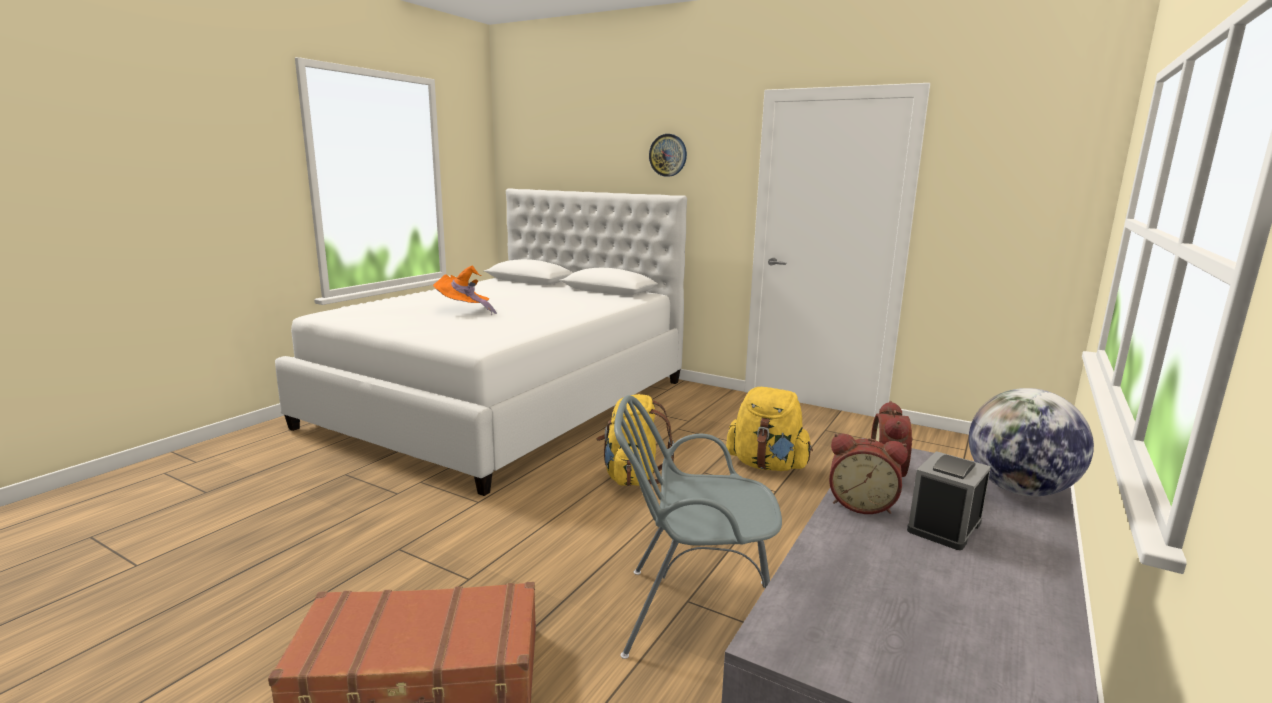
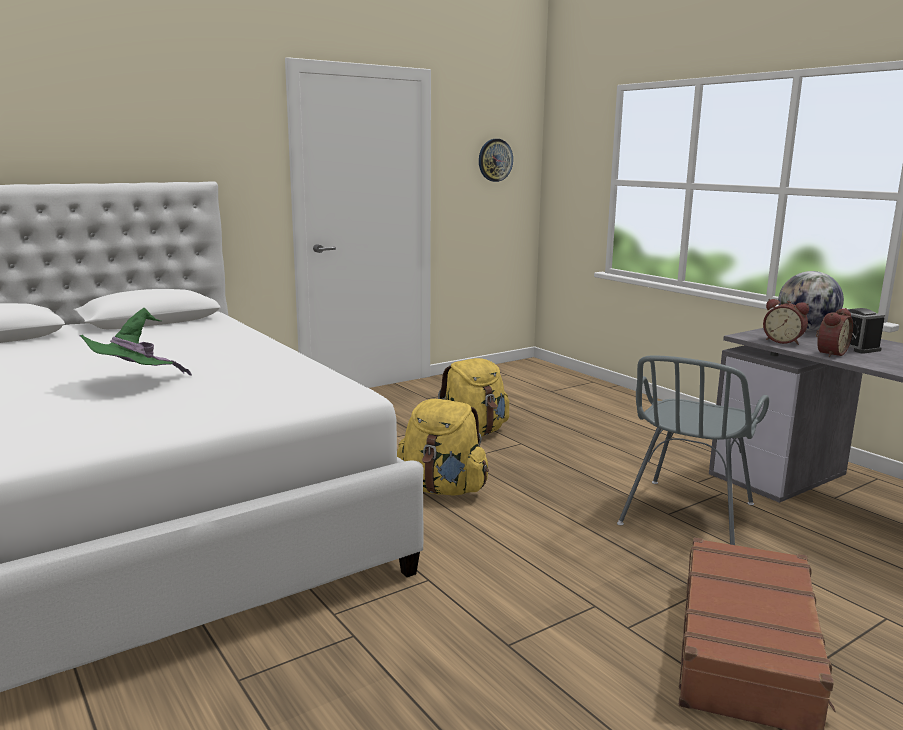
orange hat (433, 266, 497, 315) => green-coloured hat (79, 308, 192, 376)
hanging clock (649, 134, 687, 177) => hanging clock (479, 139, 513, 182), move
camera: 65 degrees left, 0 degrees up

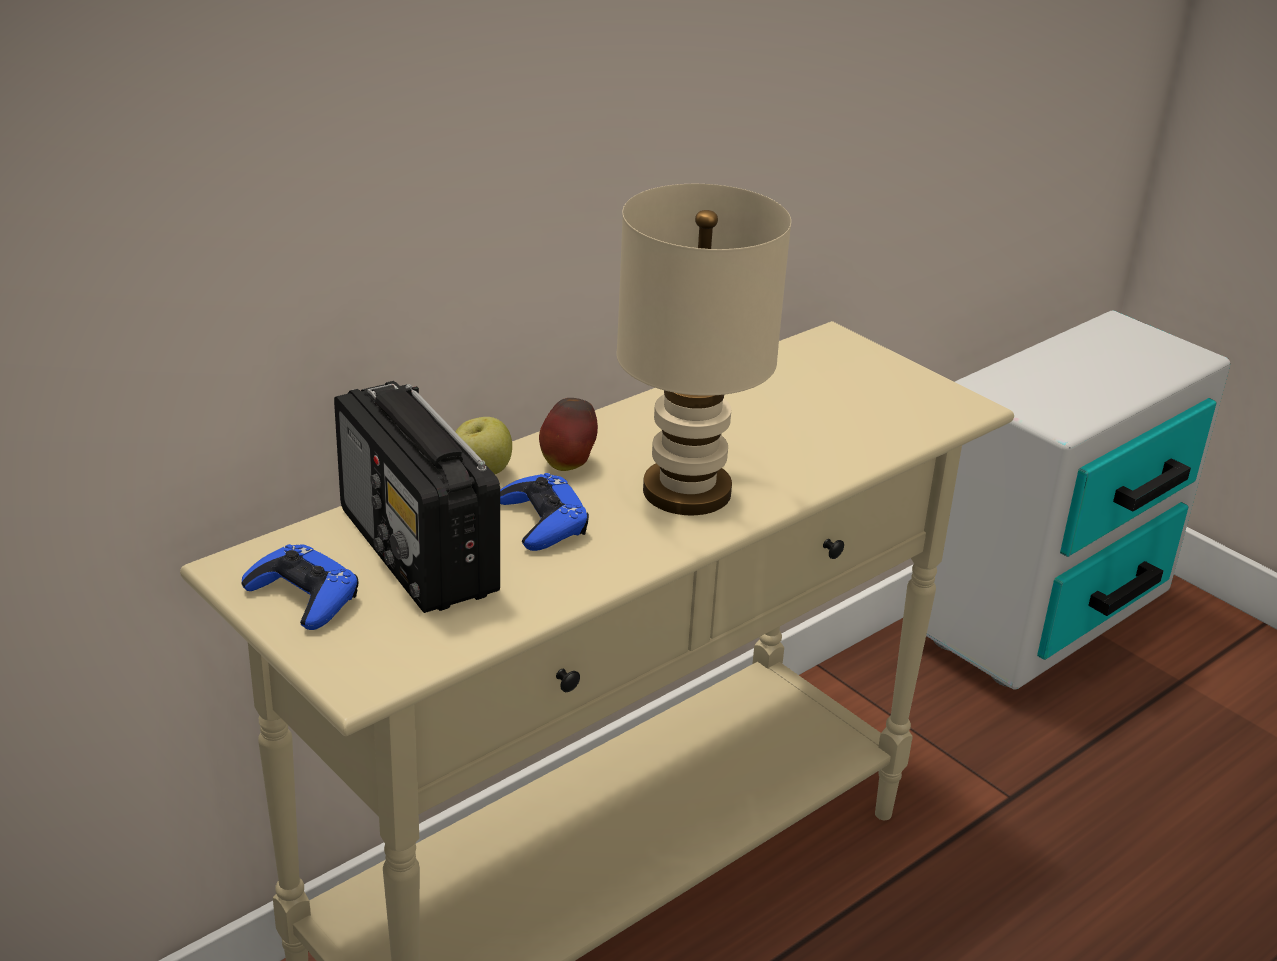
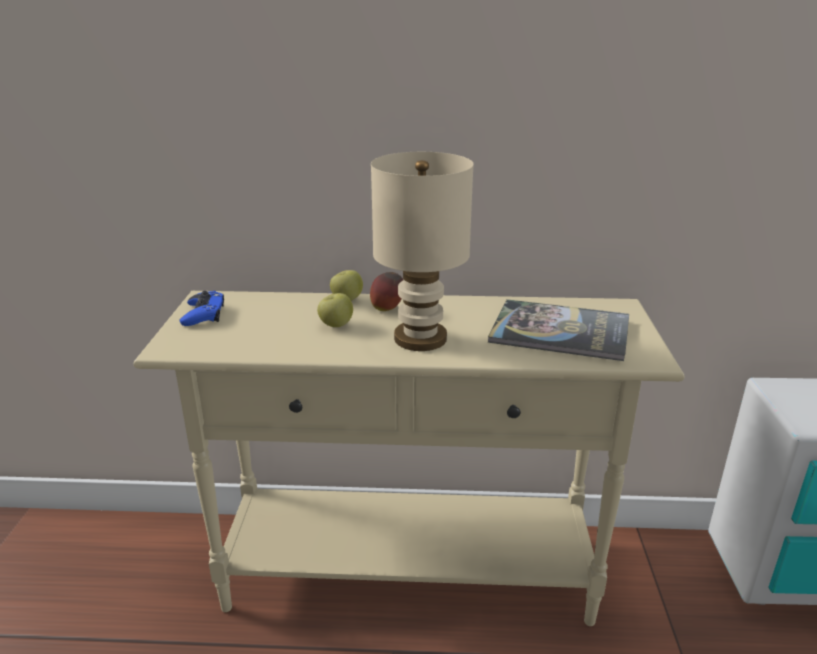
bluish game controller (500, 473, 589, 551) => apple (317, 293, 353, 327)
nothing => volume (488, 299, 629, 361)
radio receiver (334, 381, 500, 613) => nothing
camera: 45 degrees right, 5 degrees down

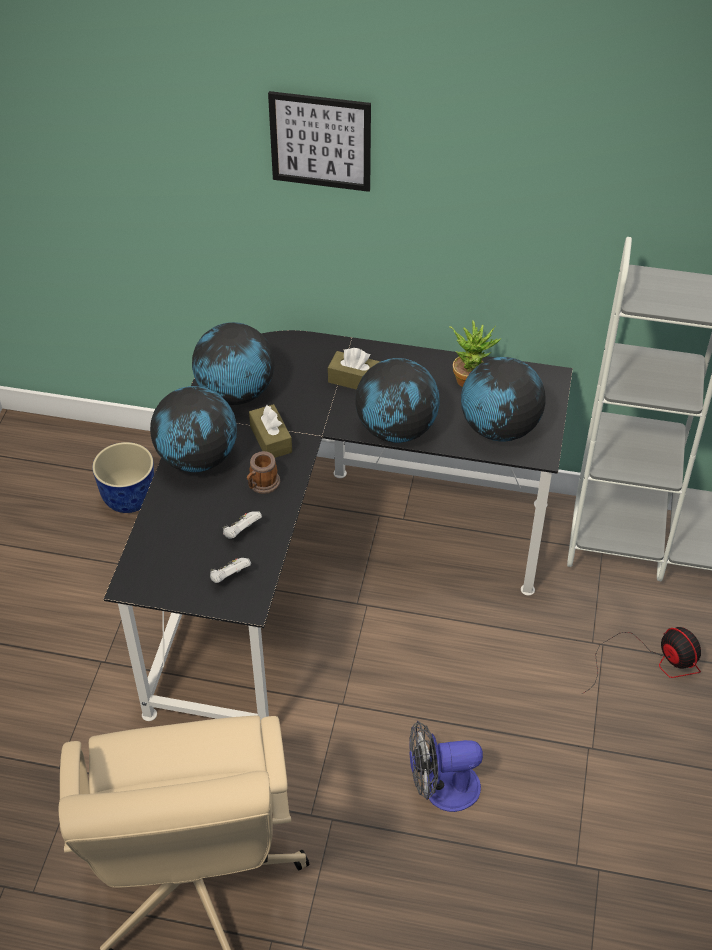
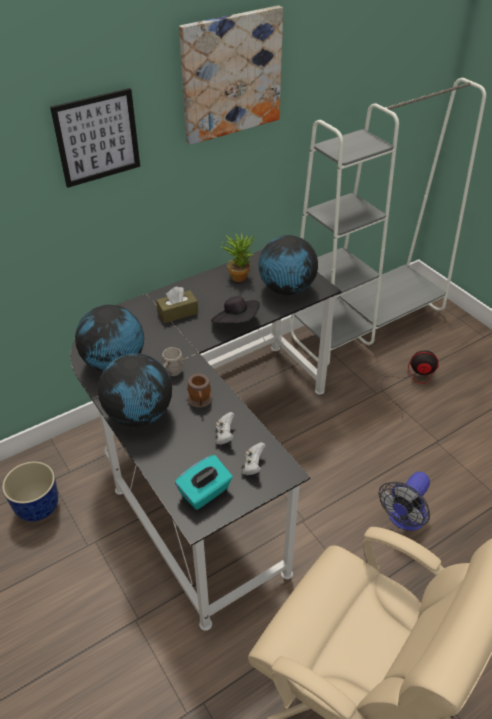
brown-coloured box of tissues (249, 404, 292, 458) => greyish coffee mug (162, 347, 183, 376)
nothing => turquoise box of tissues (175, 455, 233, 510)
nothing => wall picture (179, 6, 283, 145)
globe (355, 358, 440, 443) => black hat (211, 296, 260, 323)
camera: 45 degrees left, 5 degrees down

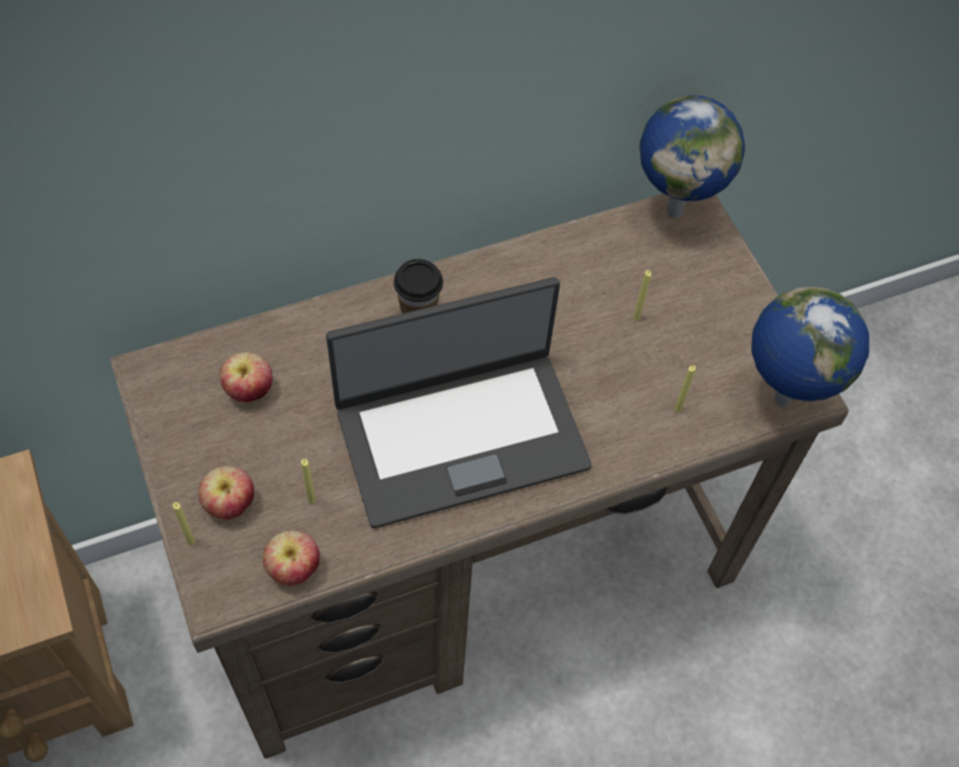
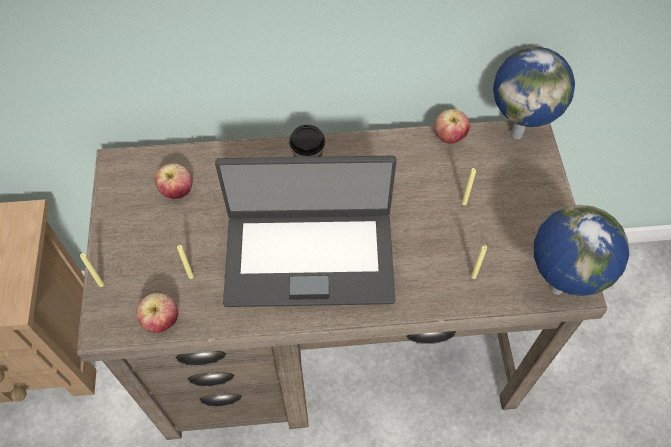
apple (198, 466, 254, 519) => apple (434, 109, 470, 144), move
camera: 20 degrees right, 0 degrees up

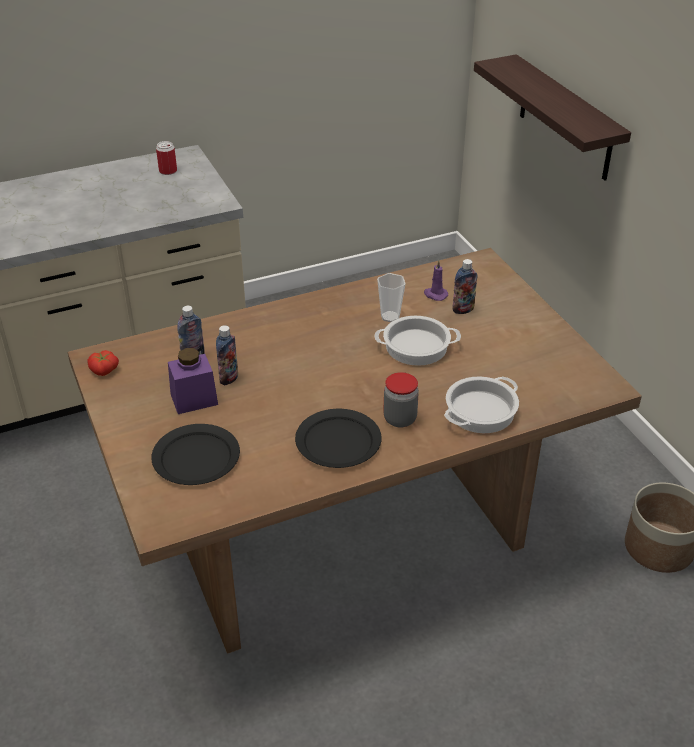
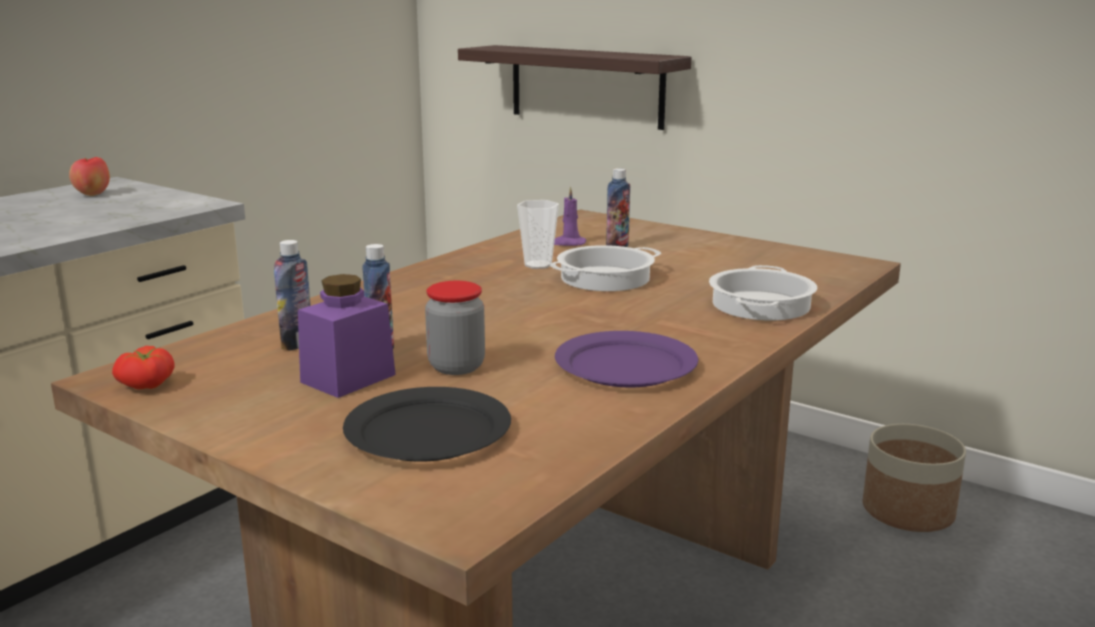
sealed can (156, 141, 177, 175) => apple (69, 157, 110, 196)
storage jar (383, 372, 419, 428) => storage jar (425, 281, 485, 375), move
black flat dish (295, 409, 382, 468) => purplish flat dish (555, 331, 698, 387)
camera: 30 degrees left, 20 degrees down

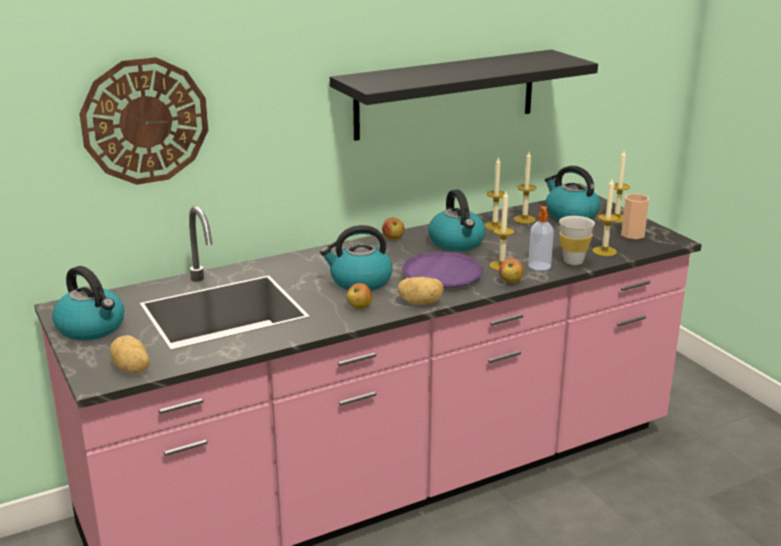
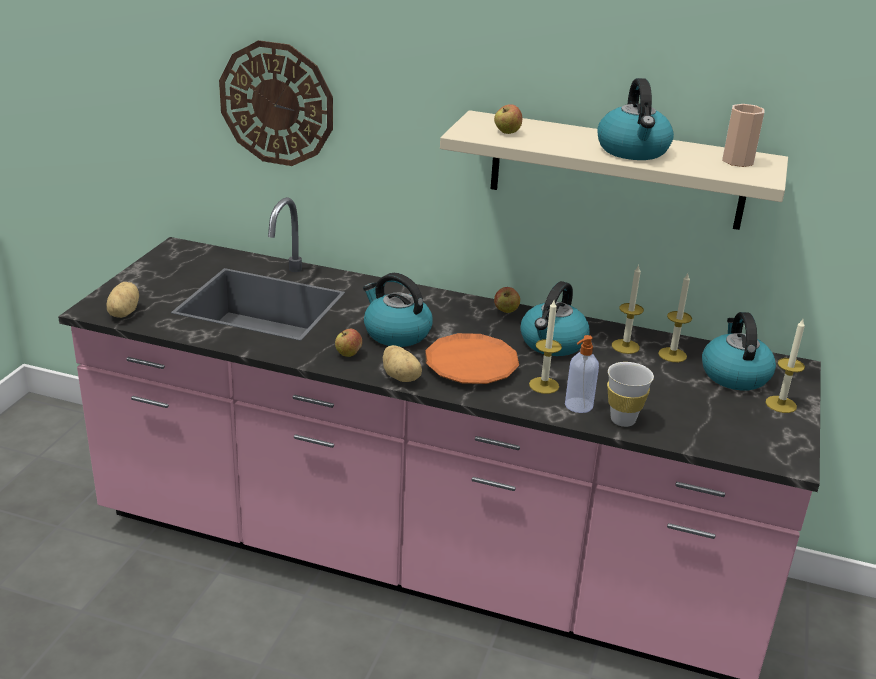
purplish flat dish (402, 251, 484, 288) => orange flat dish (425, 333, 519, 384)
black shelf (330, 49, 598, 141) => sand-coloured shelf (440, 110, 788, 230)
apple (499, 258, 524, 283) => apple (494, 104, 522, 134), move
kettle (52, 266, 125, 340) => kettle (597, 78, 674, 160), move
small cup (621, 193, 649, 239) => small cup (722, 104, 765, 167), move
candle (593, 179, 619, 256) => nothing
camera: 45 degrees right, 5 degrees up

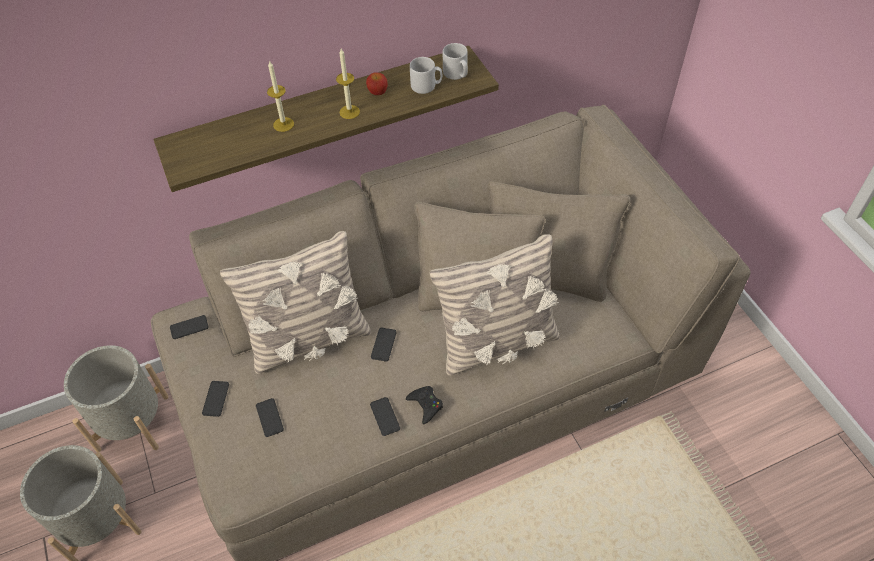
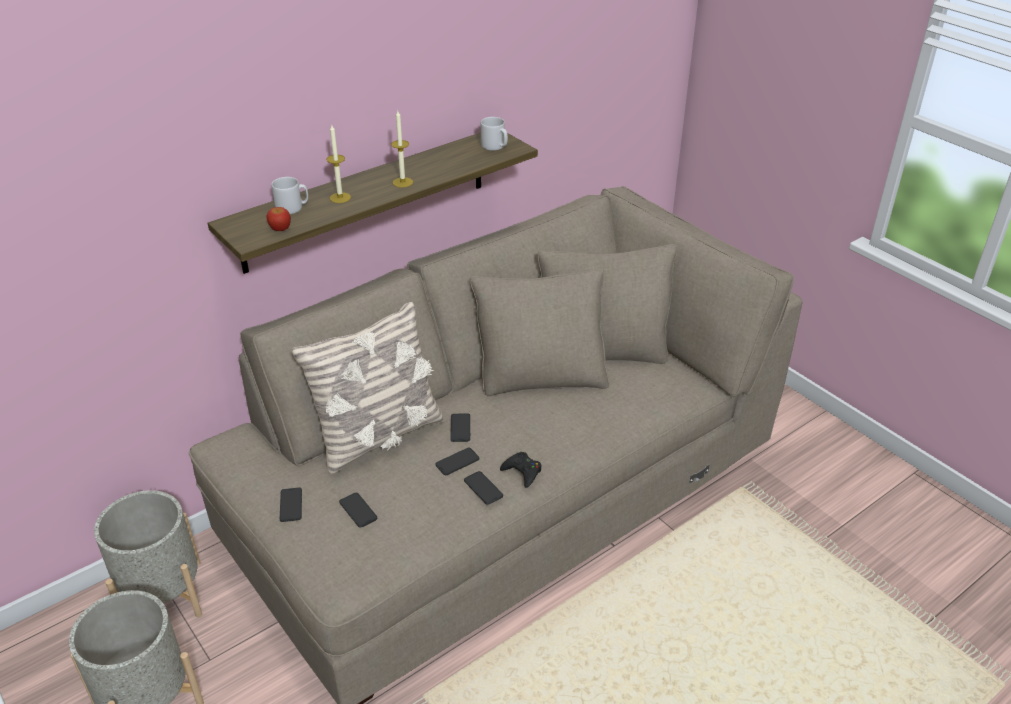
apple (366, 73, 388, 95) => apple (266, 207, 291, 231), move
greyish coffee mug (410, 57, 442, 94) => greyish coffee mug (271, 177, 308, 214), move
phone (170, 315, 209, 339) => phone (435, 448, 479, 475), move
sand-coloured throw pillow (430, 234, 560, 376) => nothing
camera: 15 degrees left, 15 degrees down

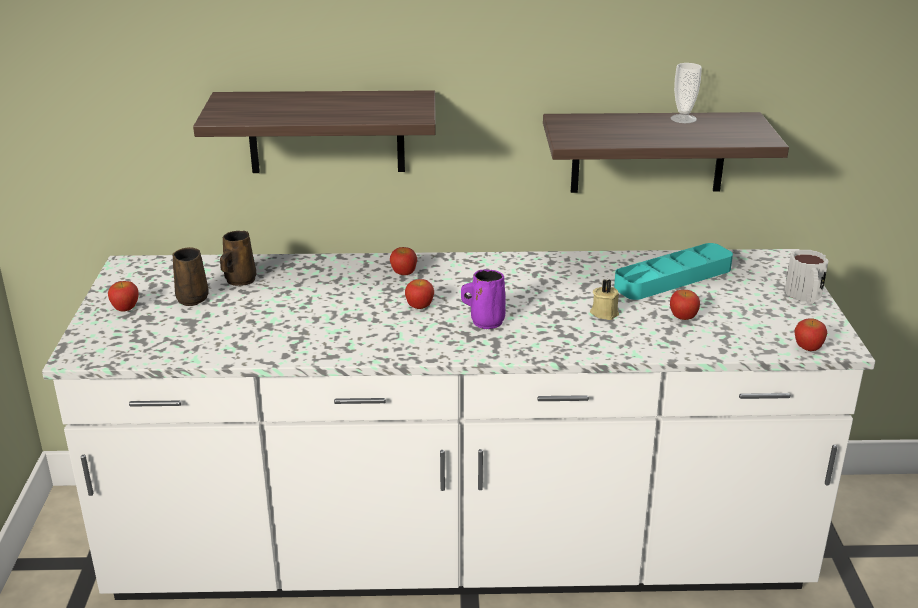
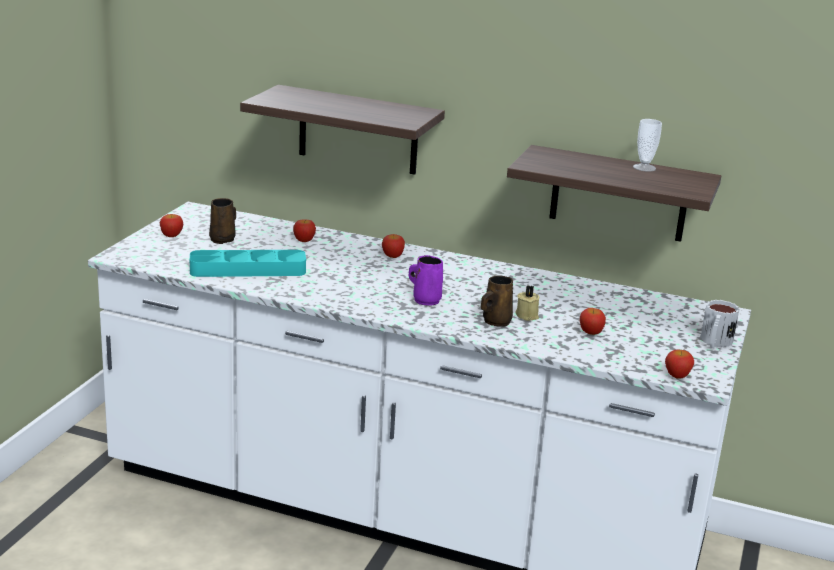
turquoise tray (614, 243, 733, 300) => turquoise tray (190, 250, 306, 277), move
apple (405, 279, 434, 309) => apple (293, 220, 316, 242), move
brown-coloured coffee mug (220, 231, 256, 286) => brown-coloured coffee mug (481, 276, 513, 327), move
camera: 20 degrees right, 5 degrees down

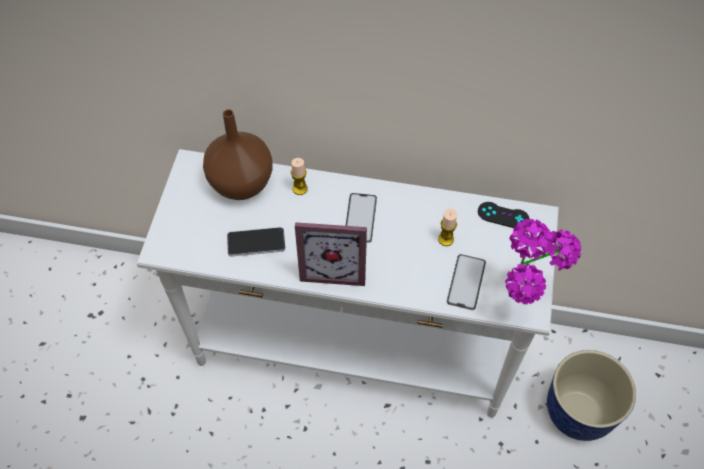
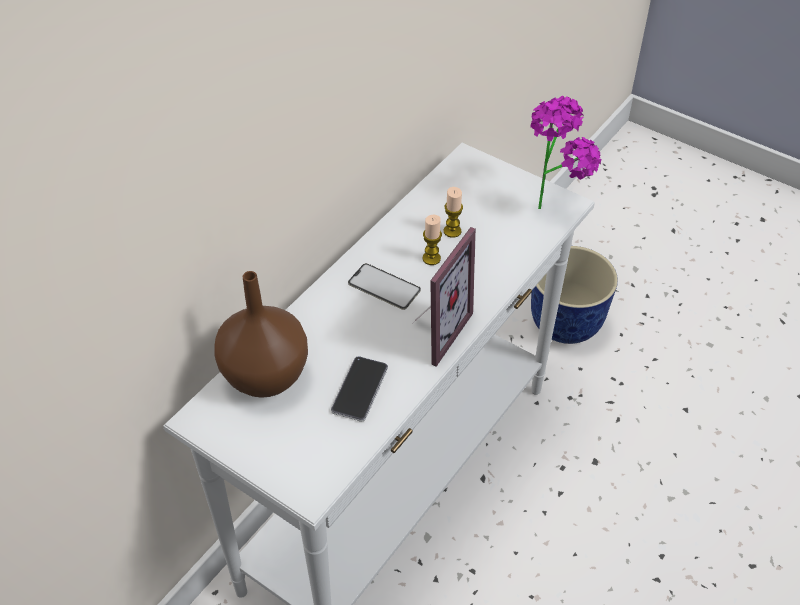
candle (291, 158, 308, 195) => candle (423, 215, 442, 265), move
phone (447, 254, 486, 310) => nothing
black game controller (478, 202, 530, 228) => nothing
camera: 65 degrees left, 10 degrees down

